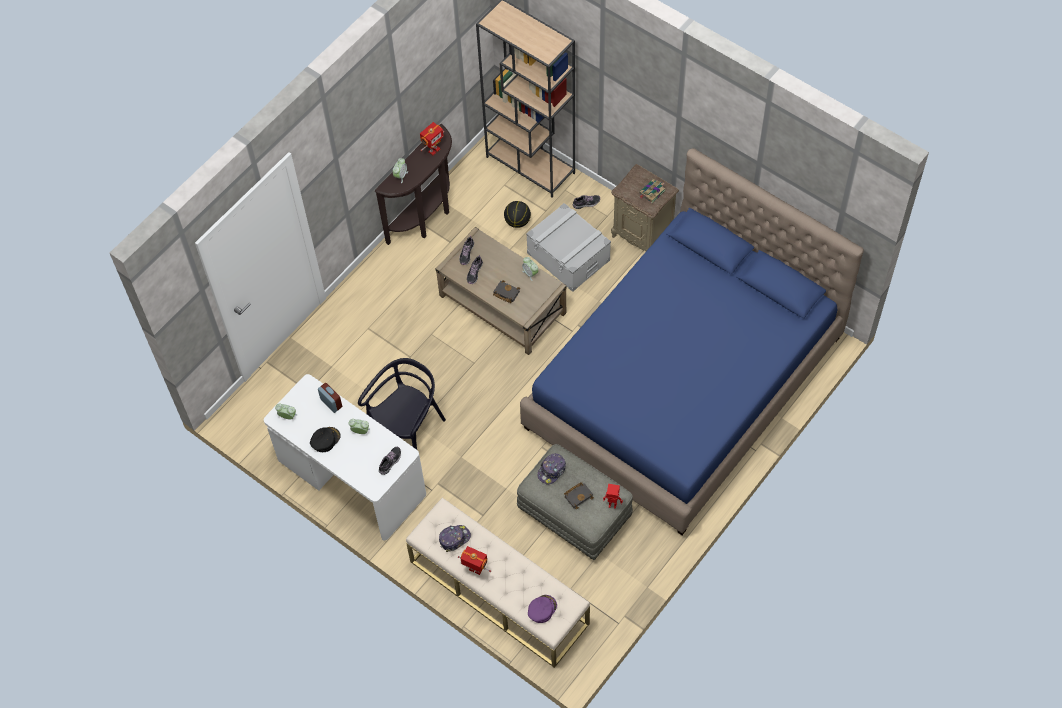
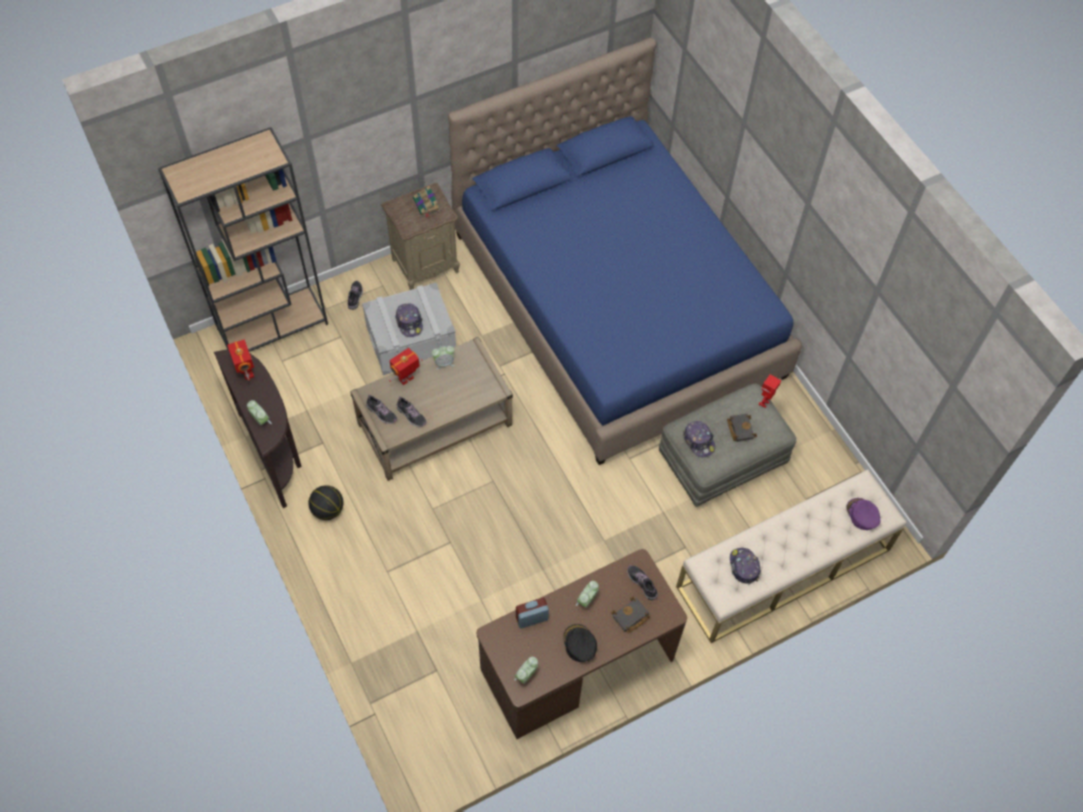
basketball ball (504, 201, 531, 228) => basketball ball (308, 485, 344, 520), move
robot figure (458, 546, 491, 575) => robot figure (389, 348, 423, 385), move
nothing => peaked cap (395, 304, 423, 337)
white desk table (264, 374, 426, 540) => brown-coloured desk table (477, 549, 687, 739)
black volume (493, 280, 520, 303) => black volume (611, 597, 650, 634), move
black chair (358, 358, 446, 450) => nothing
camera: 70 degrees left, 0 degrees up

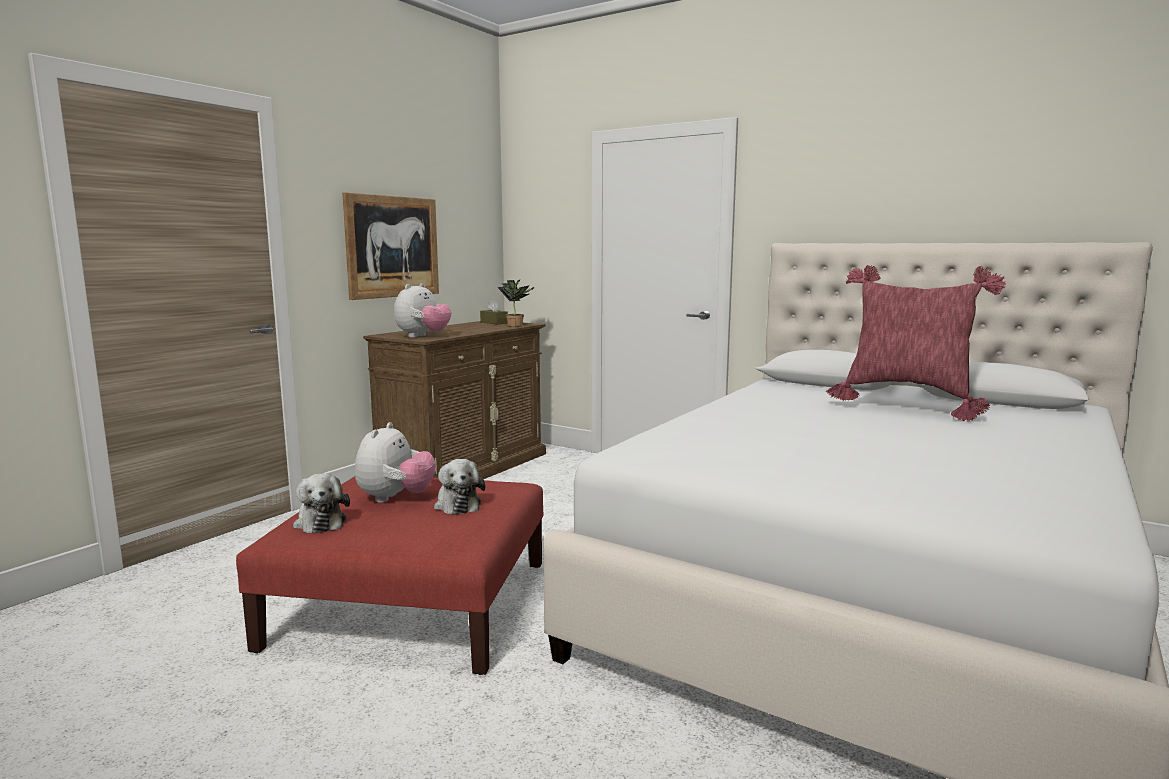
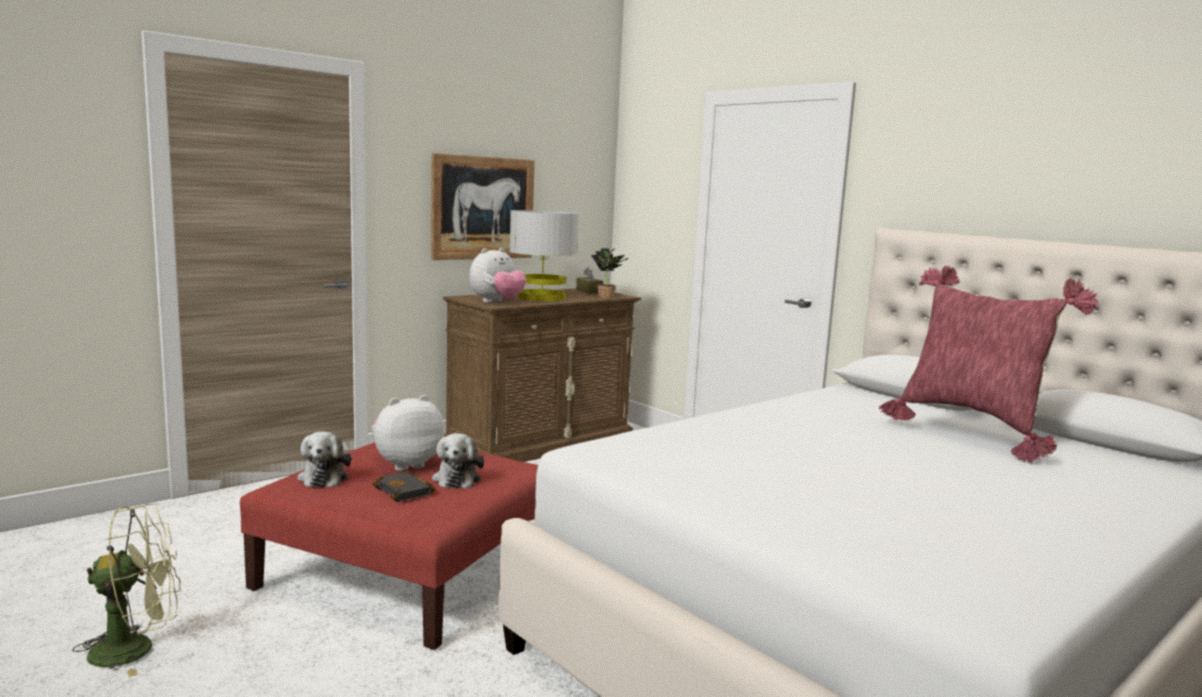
nothing => green-coloured fan (72, 503, 181, 677)
cuddly toy (355, 422, 436, 503) => cuddly toy (372, 395, 444, 471), 150 degrees counterclockwise
nothing => black volume (372, 470, 435, 502)
nothing => greyish tabletop lamp (509, 210, 579, 301)
camera: 15 degrees right, 0 degrees up

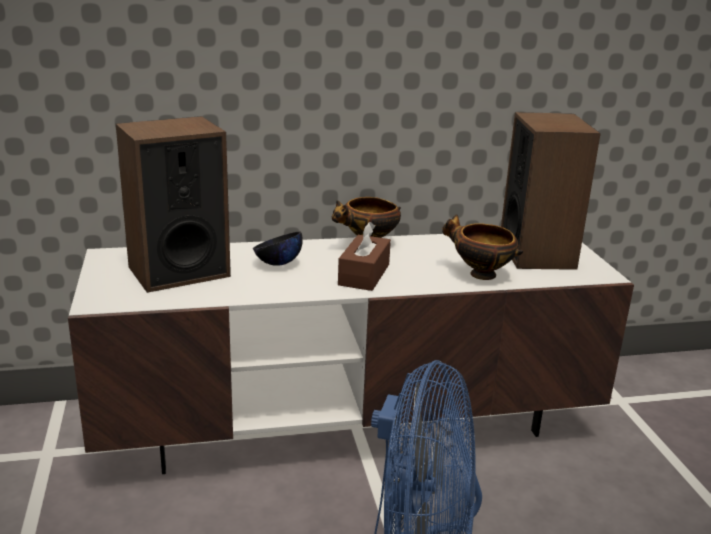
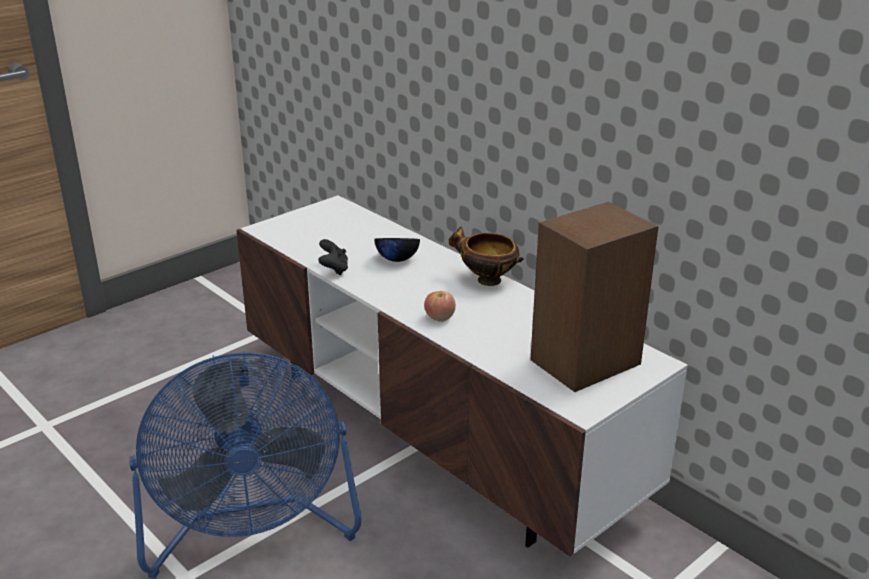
nothing => black game controller (318, 239, 348, 275)
nothing => apple (424, 291, 456, 322)
audio speaker (116, 116, 231, 293) => nothing
brown-coloured box of tissues (338, 222, 391, 291) => nothing
serving bowl (442, 214, 523, 280) => nothing
camera: 60 degrees right, 5 degrees up

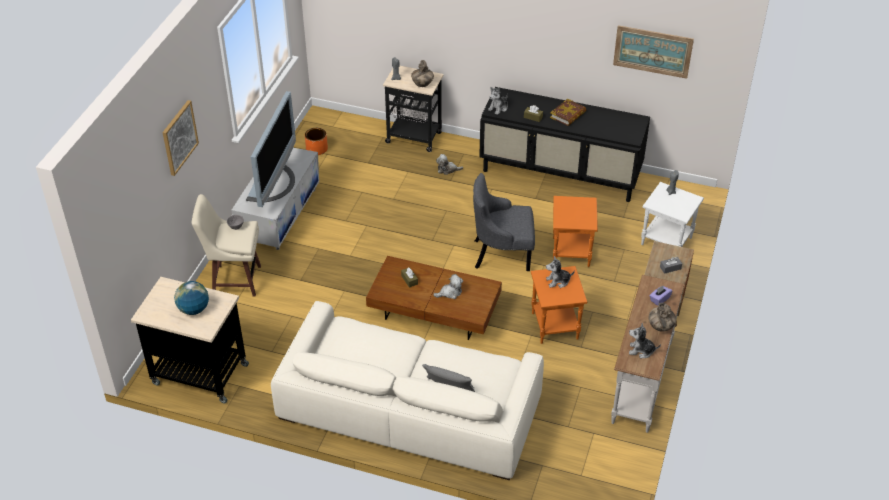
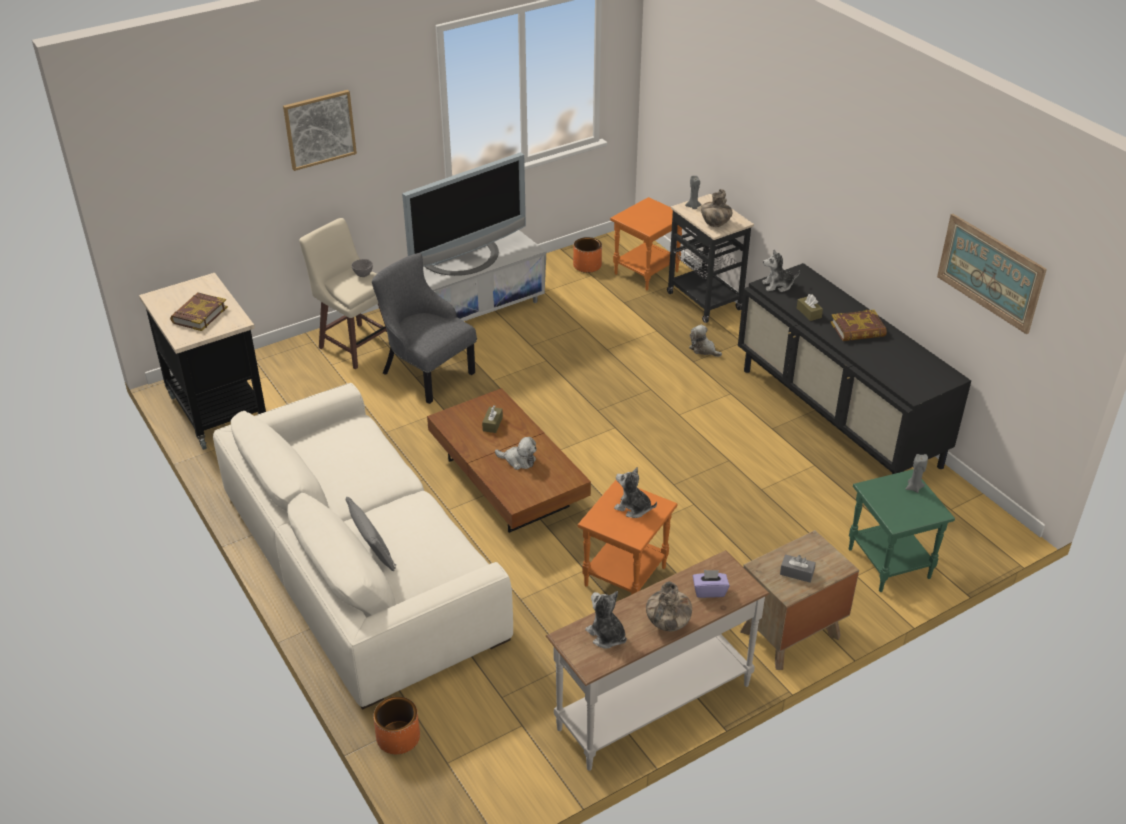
globe (174, 281, 209, 315) => volume (170, 293, 228, 331)
greyish easy chair (473, 173, 535, 271) => greyish easy chair (372, 253, 477, 404), move
nothing => orange plant pot (373, 696, 420, 754)
orange side table (553, 196, 598, 267) => orange side table (610, 197, 682, 290), move
white side table (641, 182, 704, 247) => green-coloured side table (849, 469, 955, 592)
camera: 40 degrees right, 5 degrees down

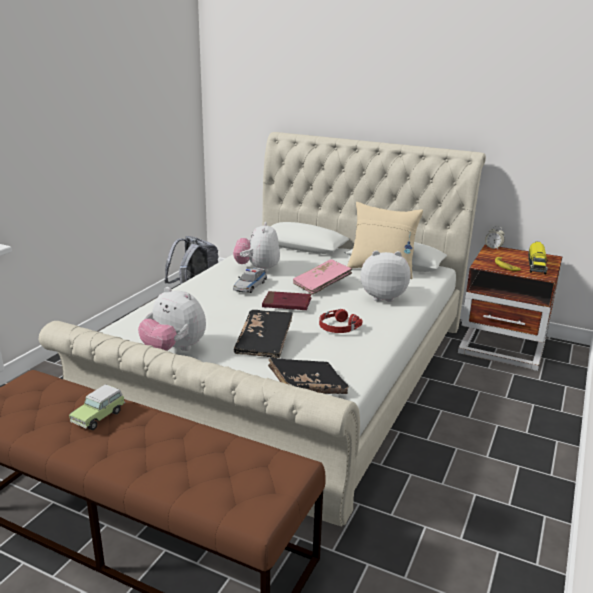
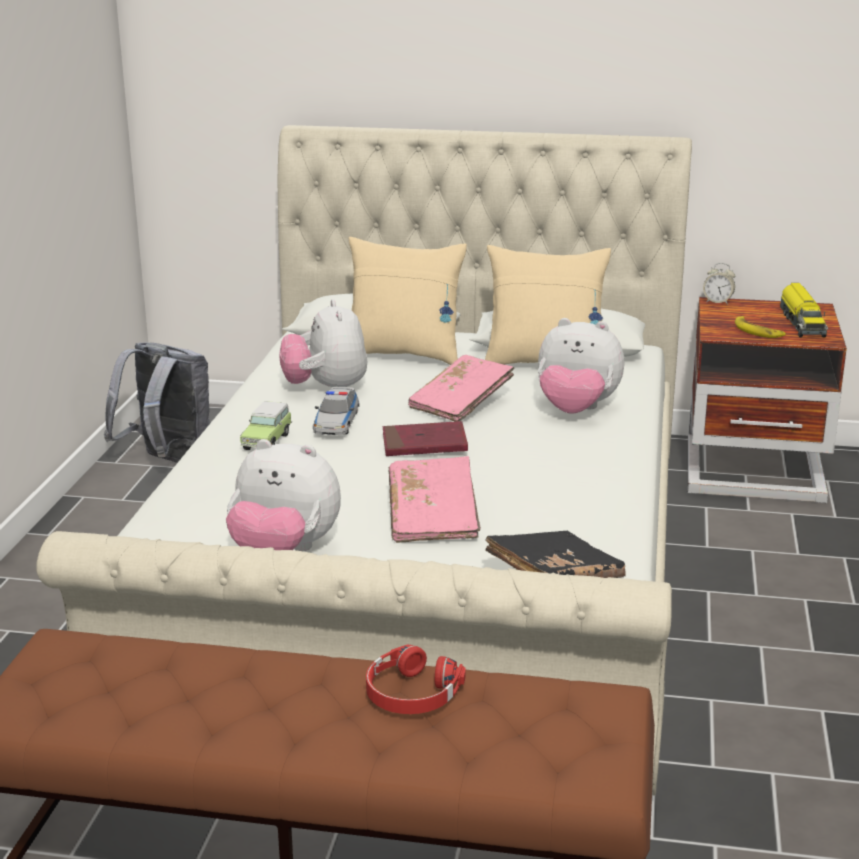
toy car (69, 384, 125, 430) => toy car (240, 401, 292, 450), move
nothing => sand-coloured throw pillow (349, 237, 467, 365)
red-coloured pair of headphones (319, 309, 362, 333) => red-coloured pair of headphones (366, 644, 465, 714), move
black volume (234, 310, 293, 358) => pink volume (389, 456, 481, 543)
cuddly toy (361, 251, 410, 302) => cuddly toy (538, 318, 624, 413), 150 degrees counterclockwise
camera: 15 degrees left, 0 degrees up

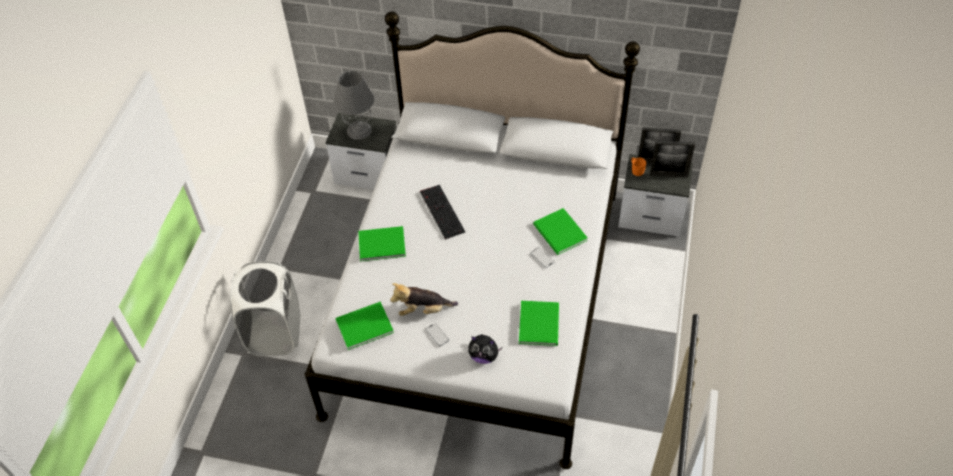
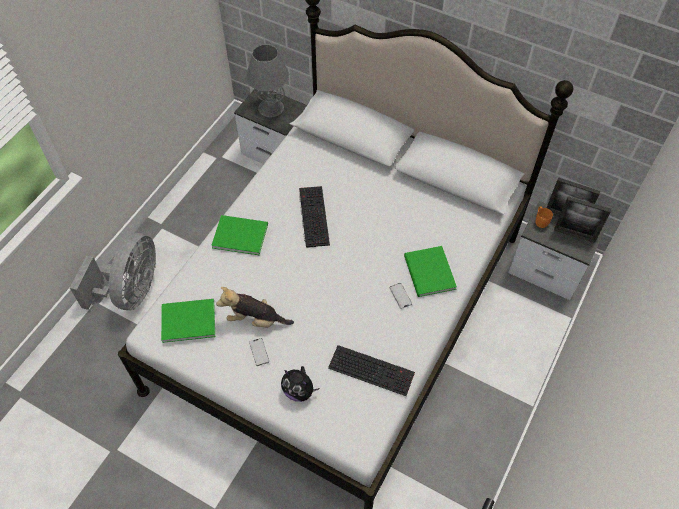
white washing basket (229, 261, 300, 357) => greyish fan (70, 233, 156, 310)
green-coloured volume (519, 301, 559, 346) => PC keyboard (328, 345, 415, 396)
camera: 15 degrees right, 5 degrees up

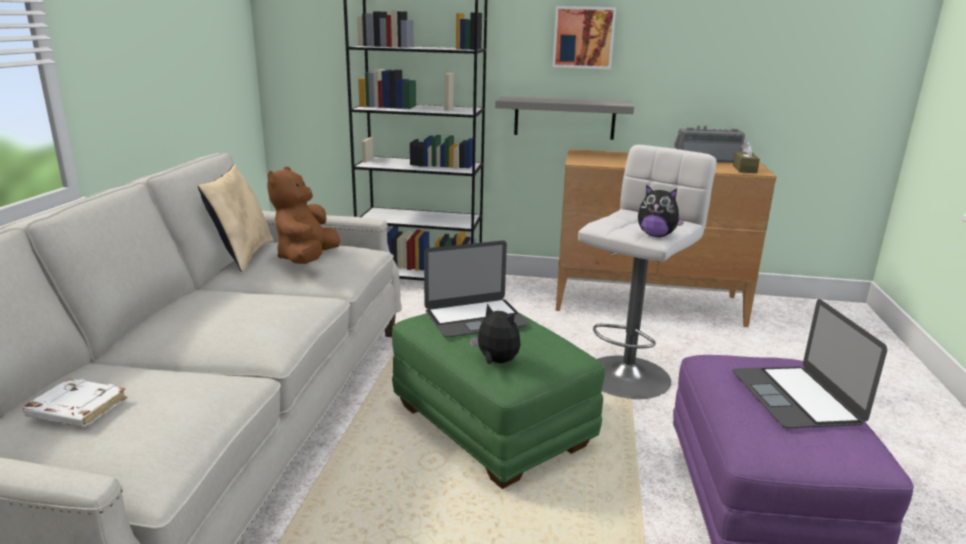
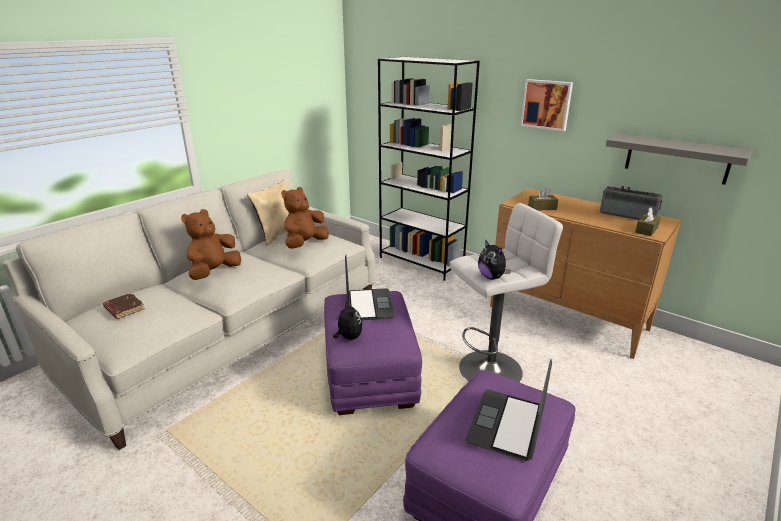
white volume (23, 378, 127, 427) => brown-coloured volume (103, 293, 145, 319)
nothing => brown-coloured cuddly toy (181, 209, 241, 280)
green-coloured ottoman (392, 313, 605, 489) => purplish ottoman (324, 291, 422, 415)
portable computer (424, 241, 529, 338) => portable computer (345, 255, 395, 320), 105 degrees counterclockwise
nothing => brown-coloured box of tissues (528, 188, 558, 211)
greyish shelf (495, 96, 634, 140) => greyish shelf (606, 133, 754, 185), move
camera: 30 degrees right, 5 degrees up

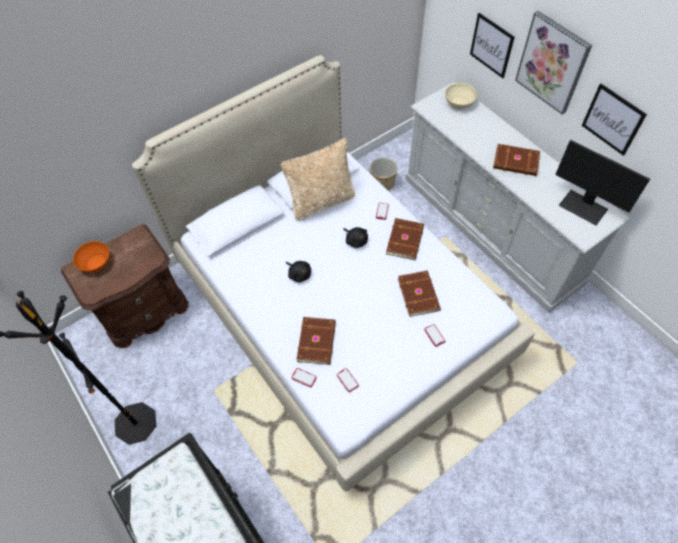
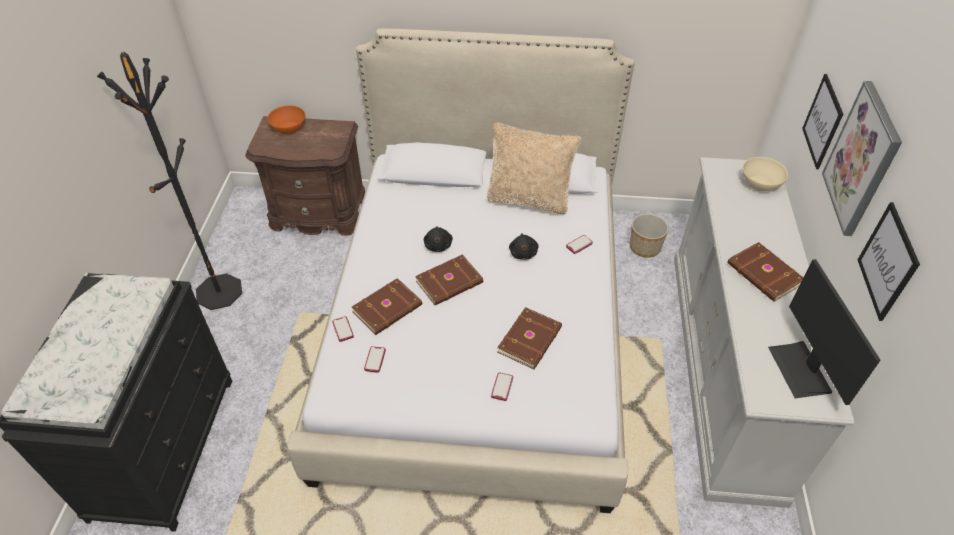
brown-coloured volume (386, 218, 424, 260) => brown-coloured volume (415, 254, 483, 305), move
camera: 40 degrees right, 10 degrees down

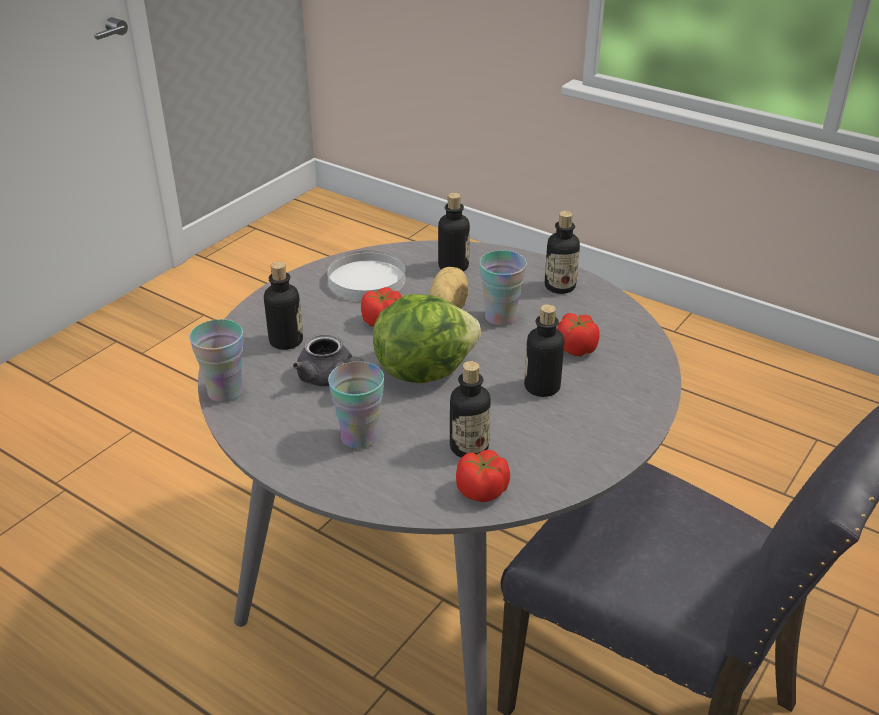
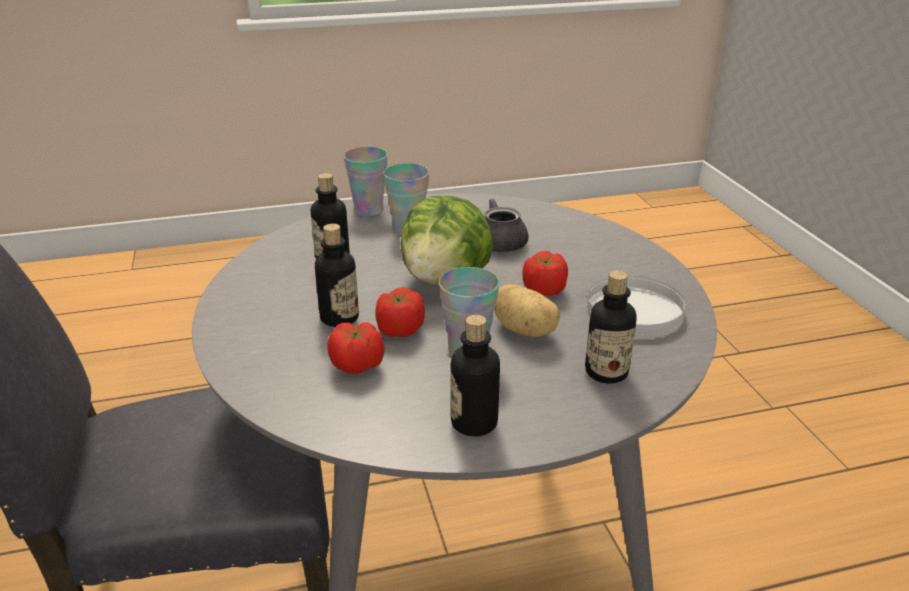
small cup (189, 319, 243, 402) => small cup (344, 147, 388, 216), move
fresh tomato (456, 450, 510, 502) => fresh tomato (375, 287, 425, 337), move
beverage bottle (264, 262, 303, 350) => nothing
camera: 130 degrees right, 5 degrees down

